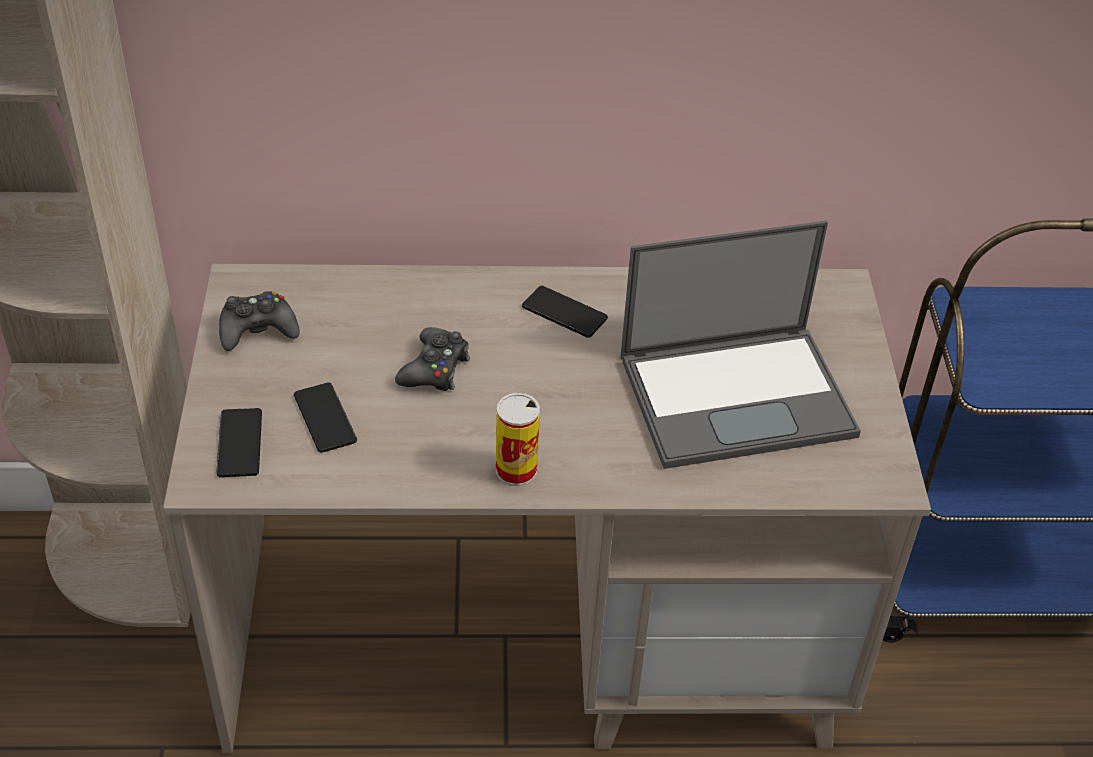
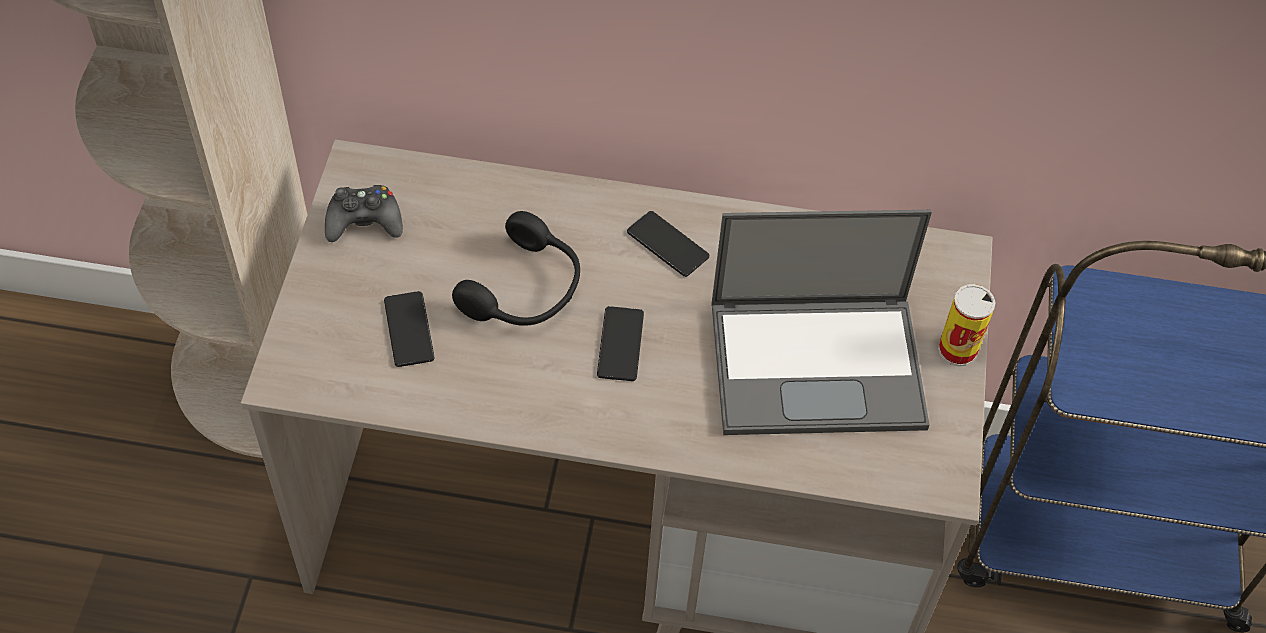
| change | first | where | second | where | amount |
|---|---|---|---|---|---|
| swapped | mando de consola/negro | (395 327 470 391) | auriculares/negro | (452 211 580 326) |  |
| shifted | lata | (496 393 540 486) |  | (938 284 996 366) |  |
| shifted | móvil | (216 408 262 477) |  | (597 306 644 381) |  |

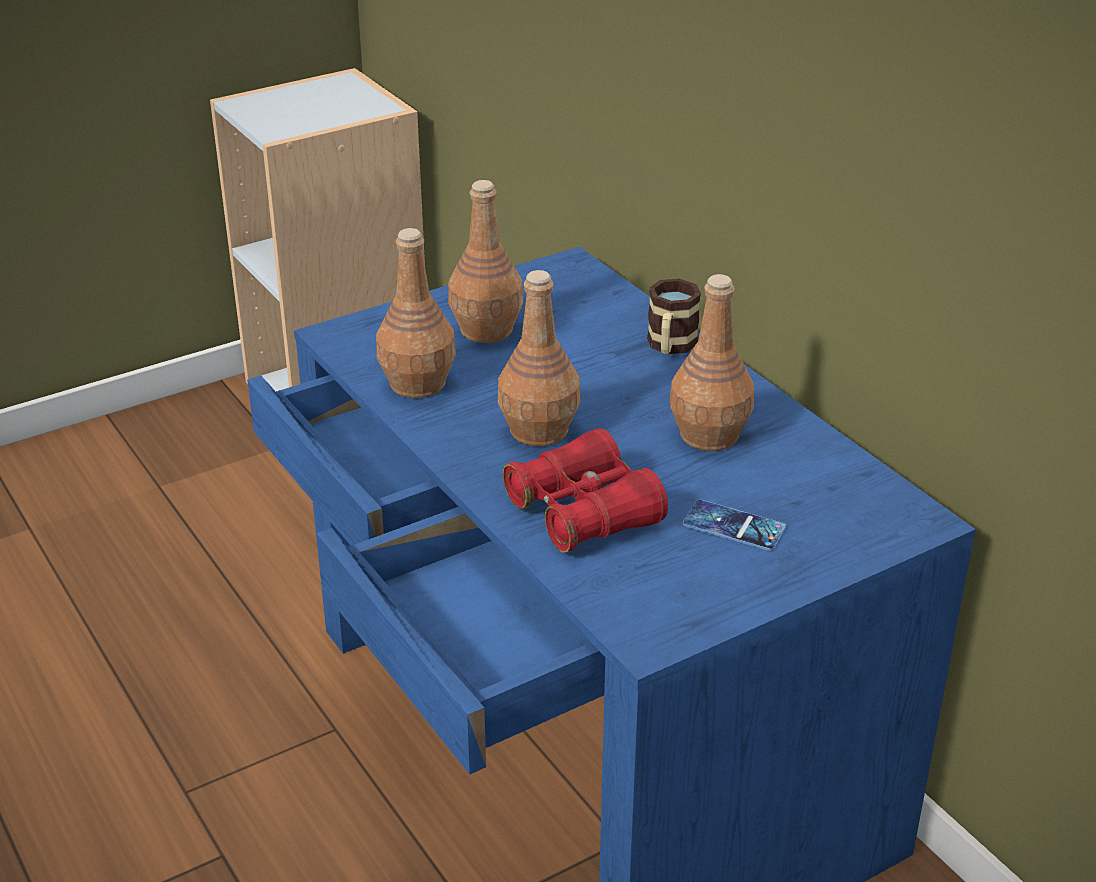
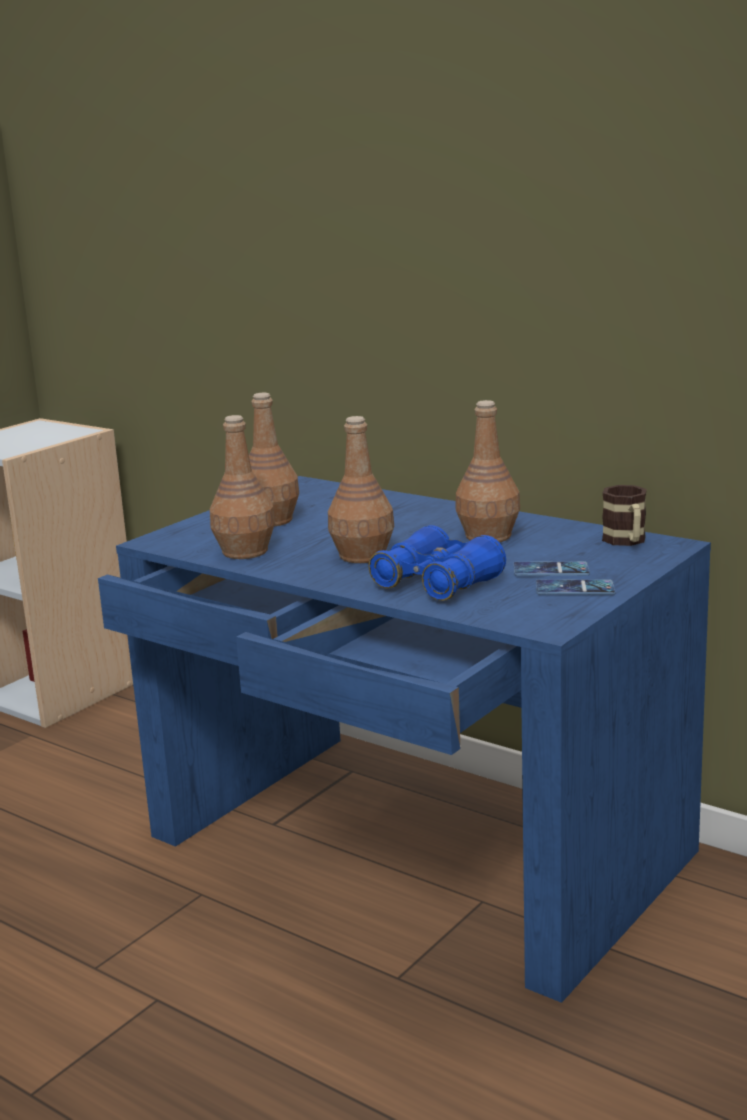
| change | first | where | second | where | amount |
|---|---|---|---|---|---|
| shifted | taza grande | (647 279 701 354) |  | (602 485 647 546) |  |
| repainted | prismáticos/rojo | (503 428 668 553) | prismáticos/azul | (369 525 506 601) |  |
| new |  |  | móvil | (536 579 615 595) |  |

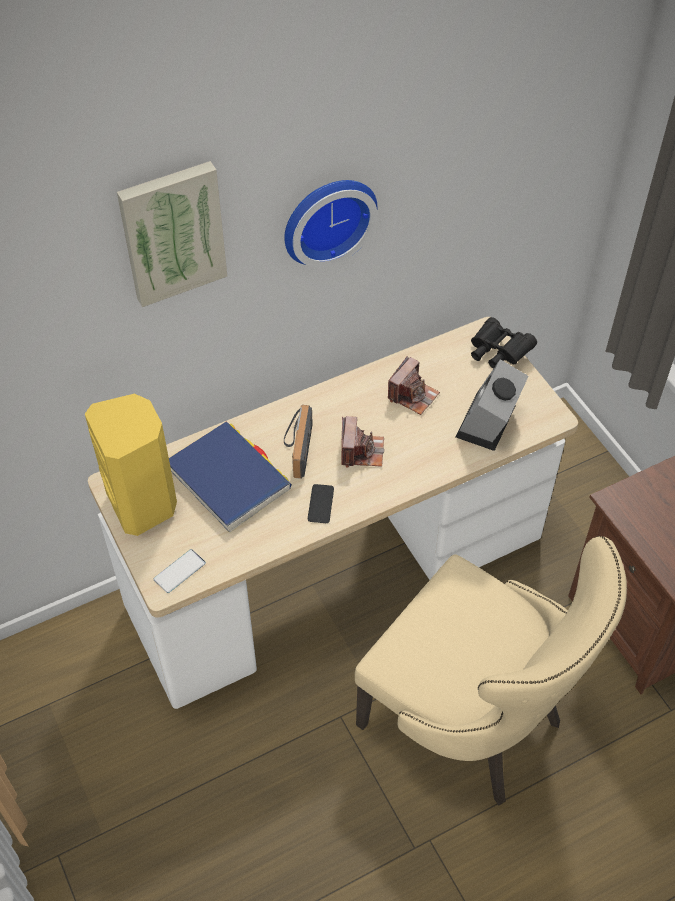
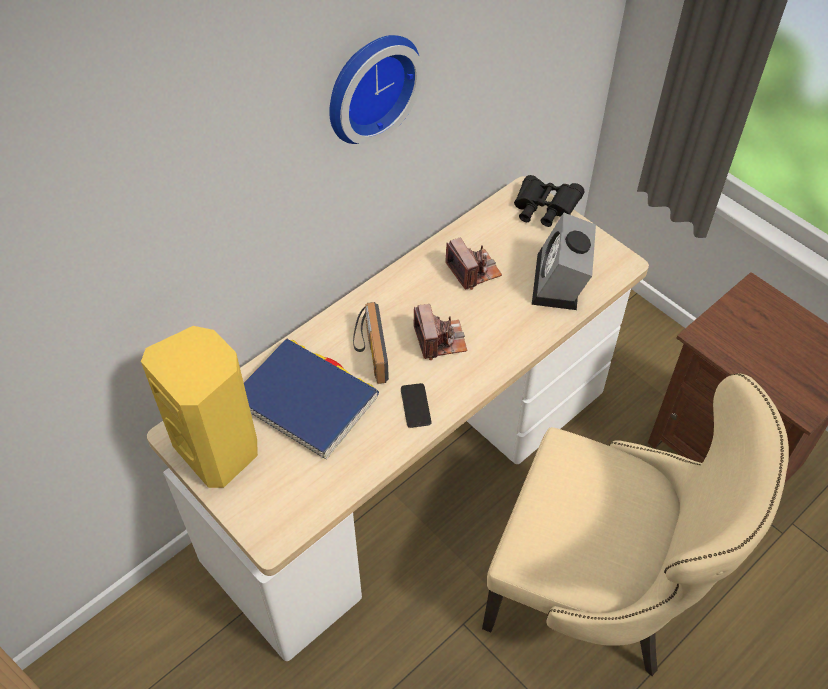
| change | first | where | second | where | amount |
|---|---|---|---|---|---|
| gone | cuadro | (117 161 227 307) |  |  |  |
| rotated | cámara | (388 356 440 415) |  | (445 237 502 290) | 45 degrees counterclockwise |
| gone | móvil | (154 549 206 593) |  |  |  |

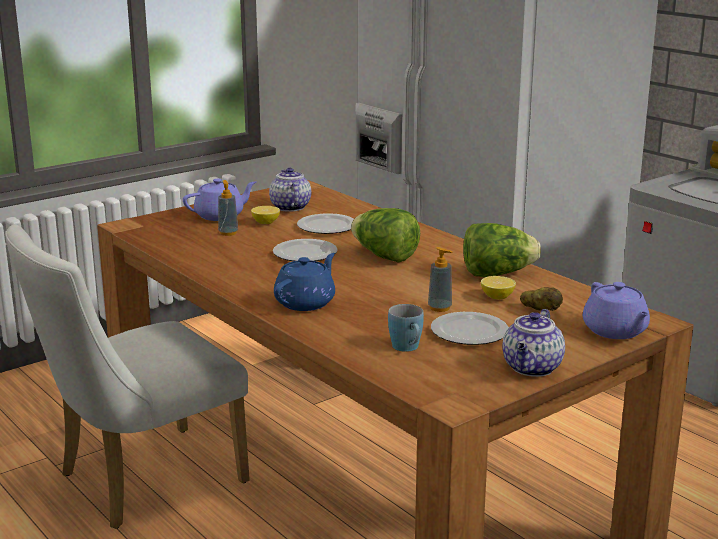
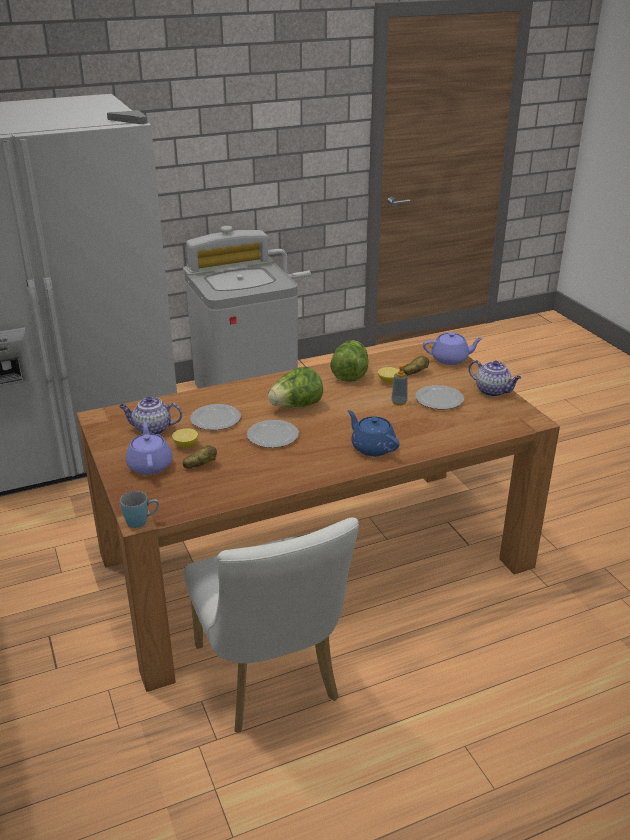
| change | first | where | second | where | amount |
|---|---|---|---|---|---|
| swapped | dispensador de jabón | (218 180 238 236) | patata | (183 445 217 469) |  |
| shifted | taza grande/azul | (388 304 424 352) |  | (120 491 159 528) |  |

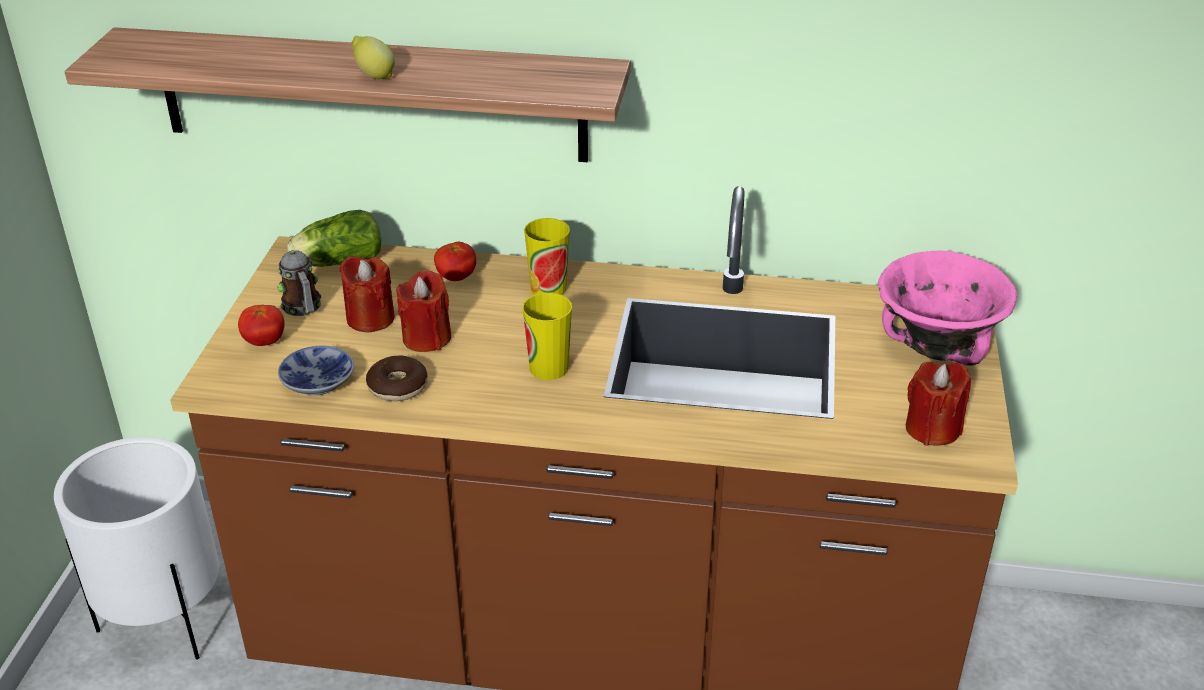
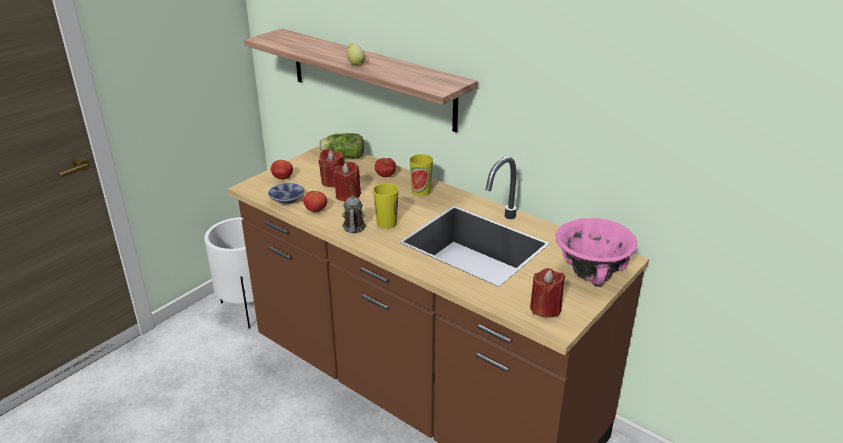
| change | first | where | second | where | amount |
|---|---|---|---|---|---|
| shifted | taza grande | (278 250 321 316) |  | (342 196 366 233) |  |
| swapped | rosquilla | (366 356 428 401) | tomate | (304 191 327 212) |  |

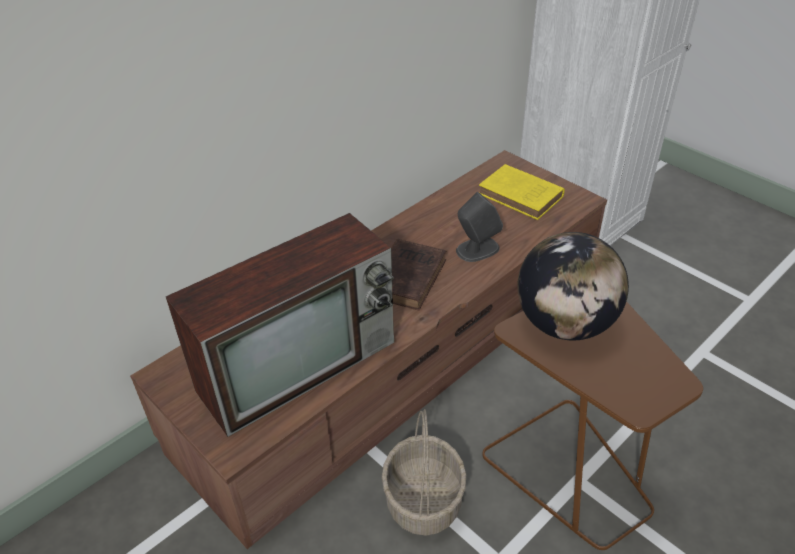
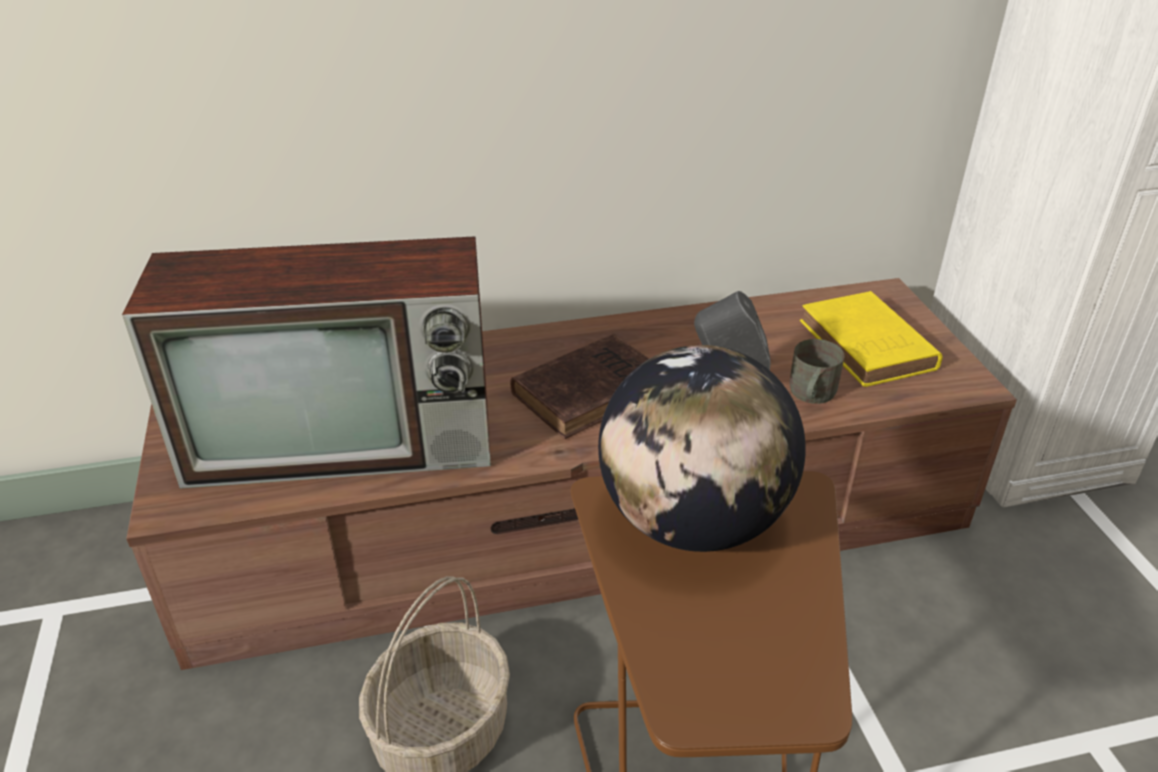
| change | first | where | second | where | amount |
|---|---|---|---|---|---|
| new |  |  | taza grande/gris | (790 339 845 404) |  |

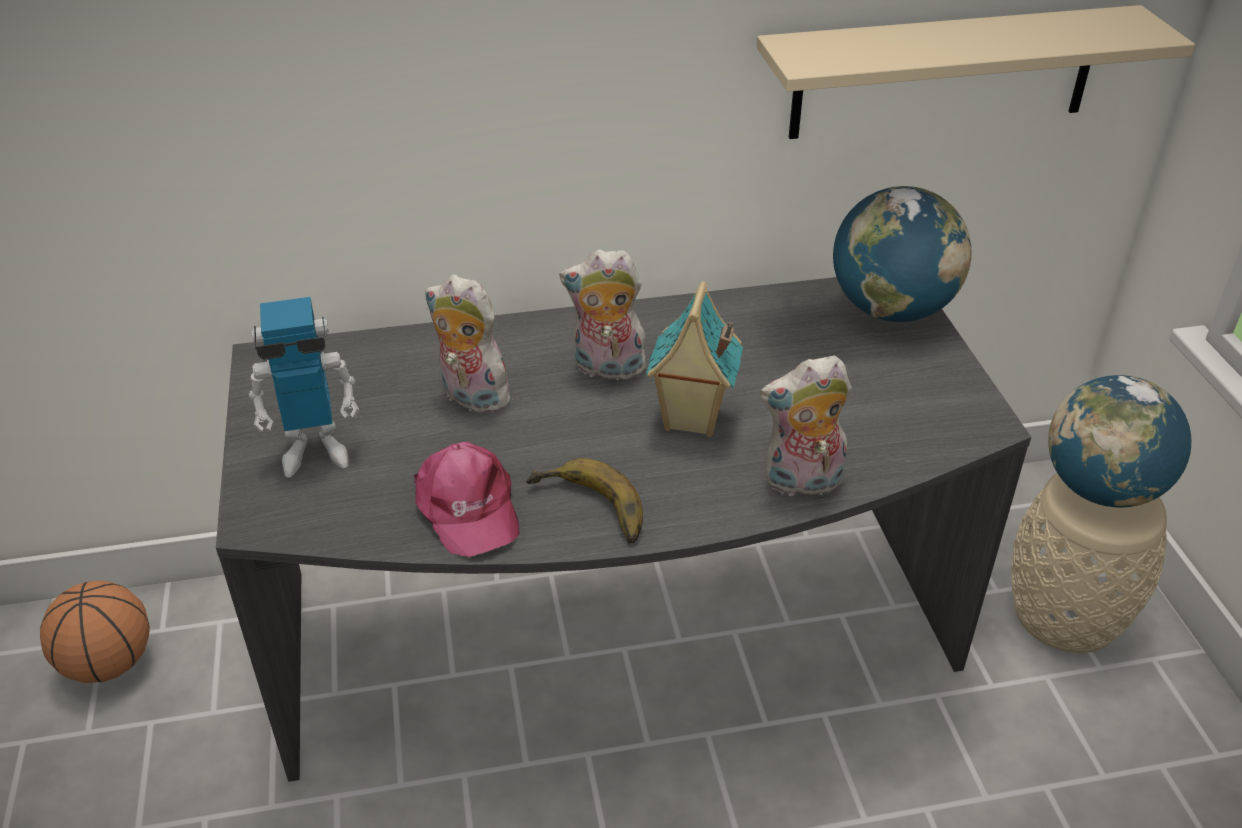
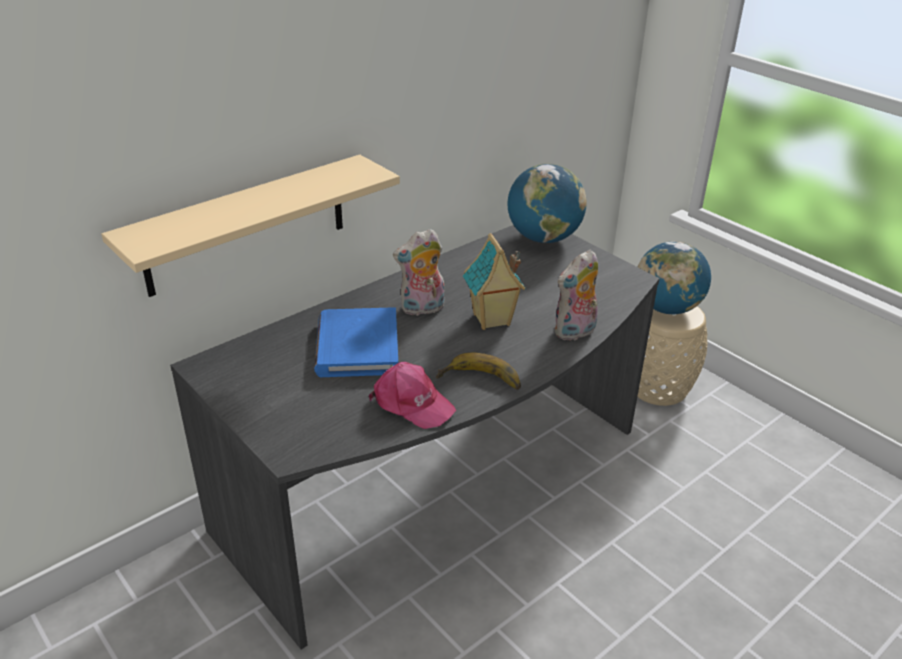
| change | first | where | second | where | amount |
|---|---|---|---|---|---|
| shifted | estante/beis | (757 5 1195 139) |  | (101 155 400 297) |  |
| swapped | peluche | (425 275 510 415) | libro/azul | (314 307 398 377) |  |
| gone | robot de juguete | (249 297 359 477) |  |  |  |
| gone | balón de baloncesto | (40 581 150 683) |  |  |  |

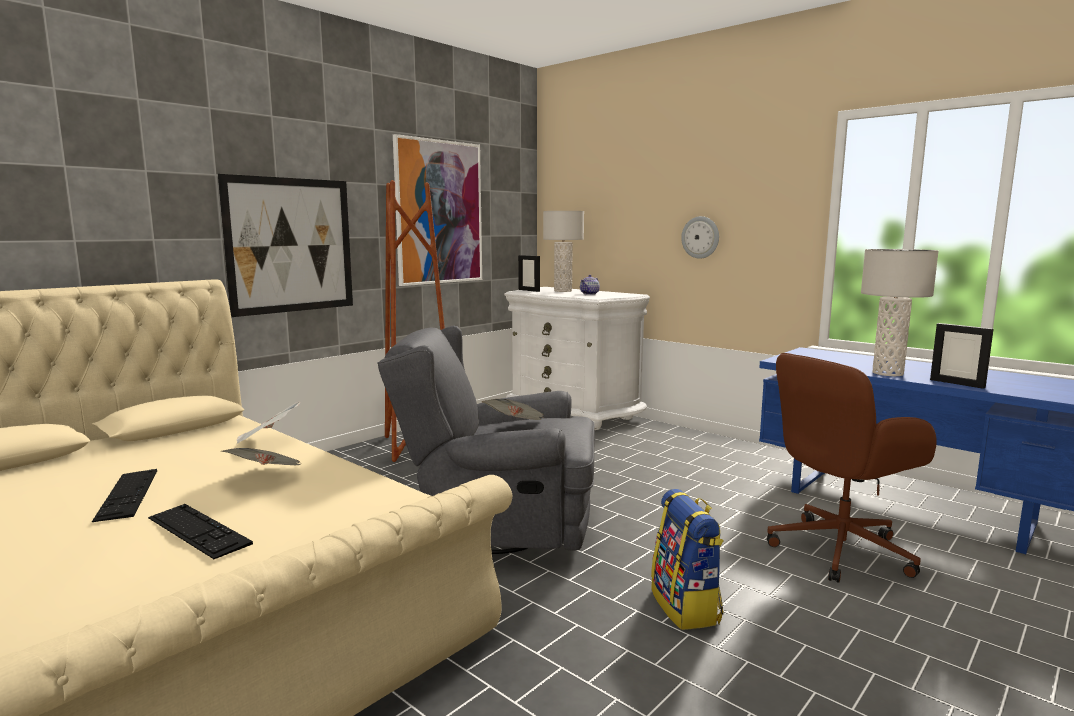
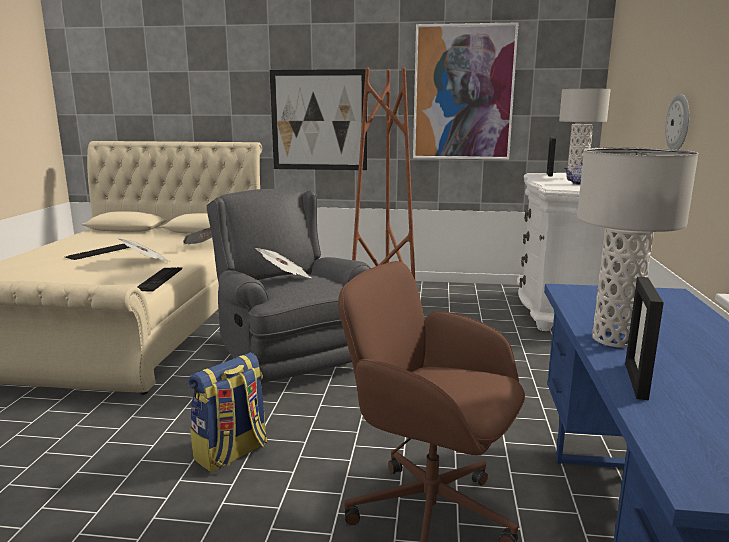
| change | first | where | second | where | amount |
|---|---|---|---|---|---|
| shifted | teclado | (148 504 253 559) |  | (137 267 182 291) |  |

